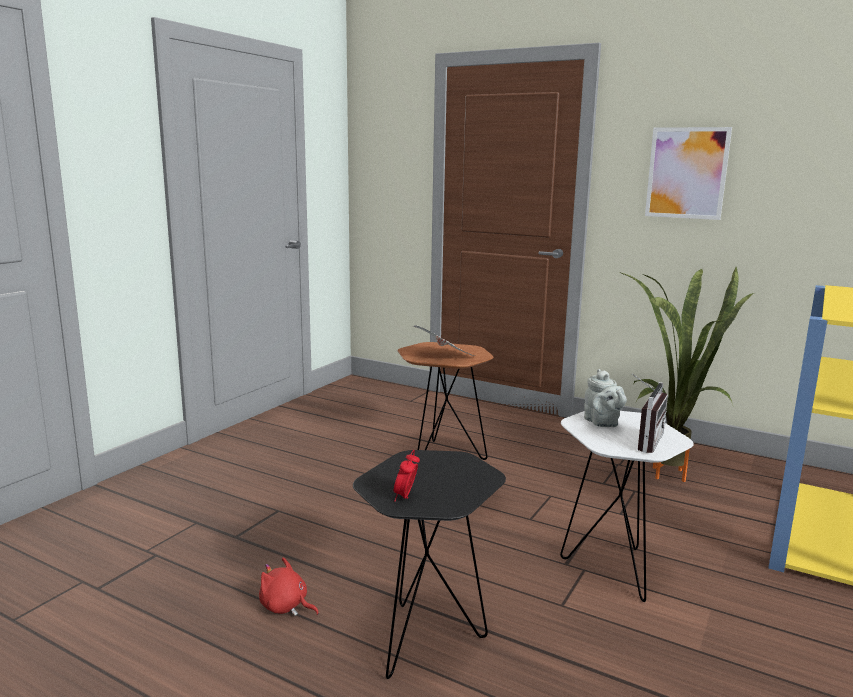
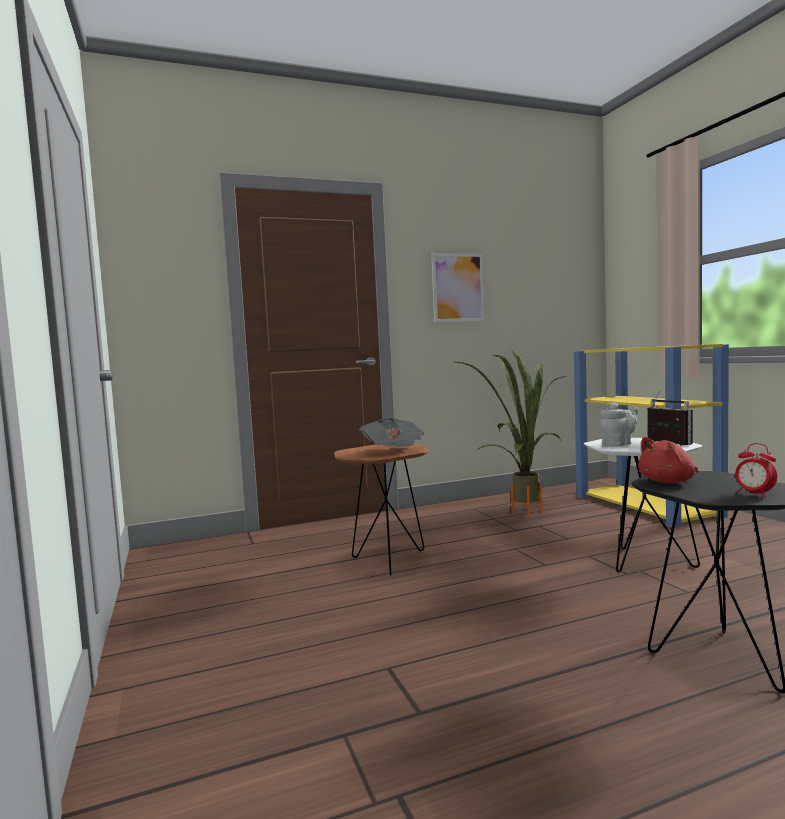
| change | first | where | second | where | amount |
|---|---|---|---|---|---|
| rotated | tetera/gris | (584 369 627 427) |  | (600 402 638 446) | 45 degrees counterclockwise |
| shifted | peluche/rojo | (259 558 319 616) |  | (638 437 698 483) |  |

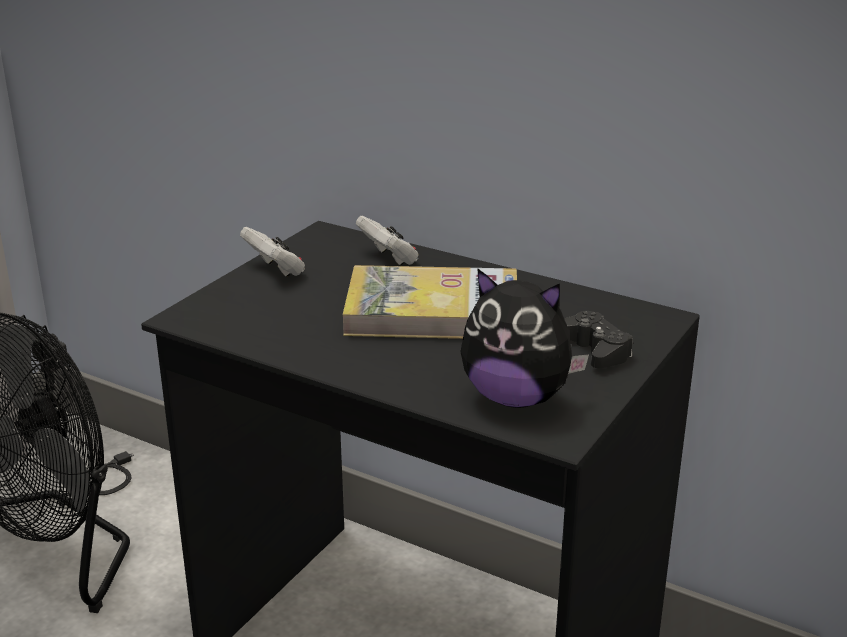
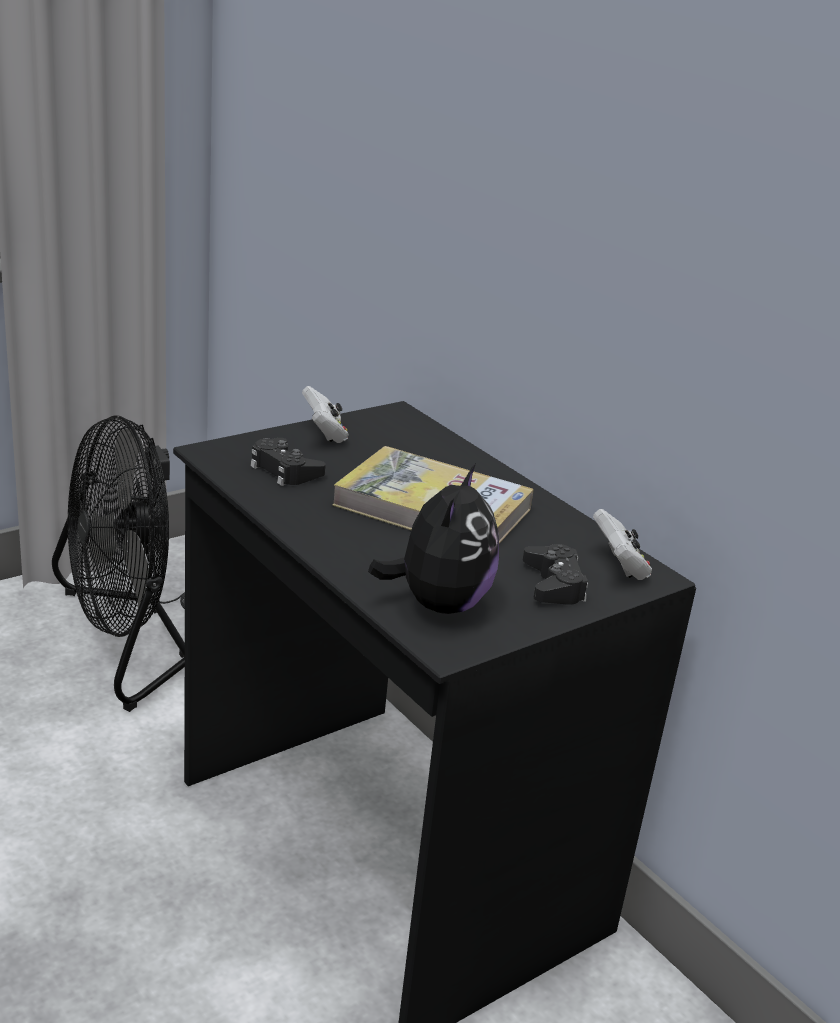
| change | first | where | second | where | amount |
|---|---|---|---|---|---|
| shifted | mando de consola/blanco | (356 216 418 266) |  | (593 509 652 580) |  |
| rotated | peluche | (460 268 589 408) |  | (368 464 499 614) | 120 degrees counterclockwise |
| new |  |  | mando de consola/negro | (250 438 326 486) |  |

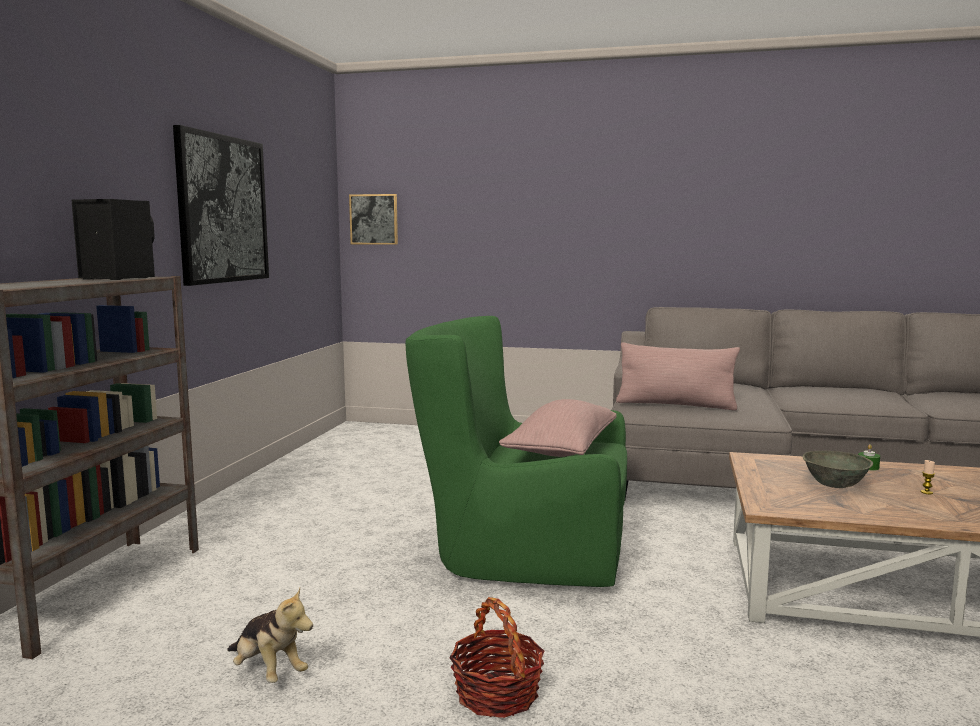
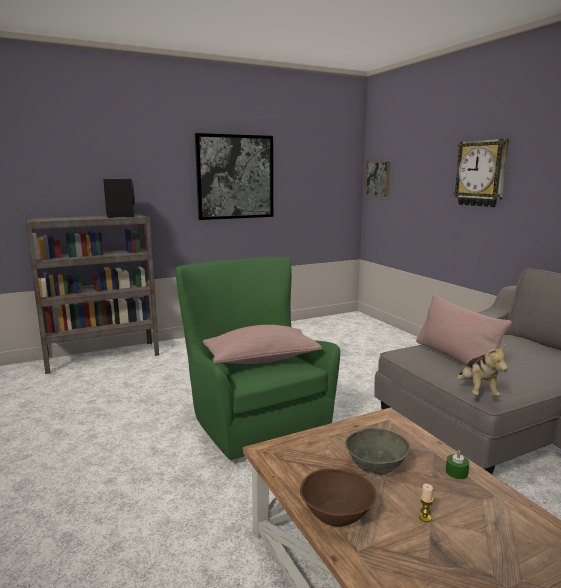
| change | first | where | second | where | amount |
|---|---|---|---|---|---|
| shifted | peluche | (227 588 313 683) |  | (457 345 508 397) |  |
| gone | cesta | (449 597 544 718) |  |  |  |
| new |  |  | reloj de pared | (453 139 509 207) |  |
| new |  |  | cuenco/marrón | (300 469 376 527) |  |

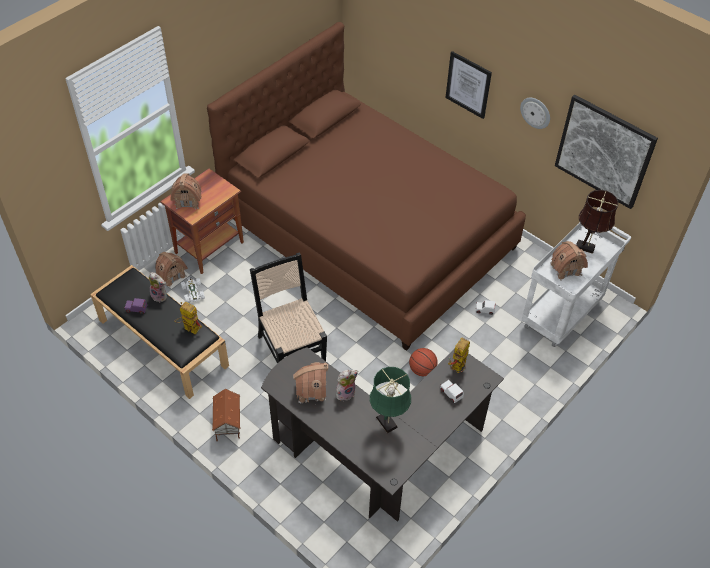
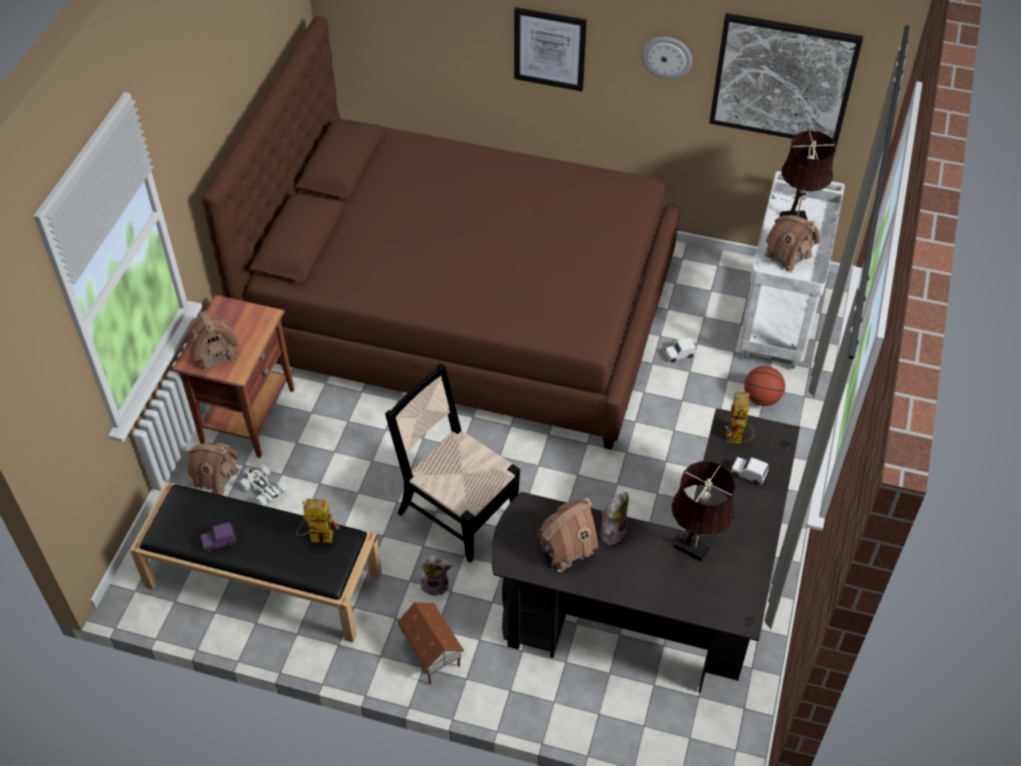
| change | first | where | second | where | amount |
|---|---|---|---|---|---|
| shifted | peluche | (149 272 167 302) |  | (419 555 452 596) |  |
| shifted | balón de baloncesto | (409 348 438 376) |  | (744 366 785 406) |  |
| repainted | lámpara de mesa/verde | (370 367 411 433) | lámpara de mesa/marrón | (672 461 736 561) |  |

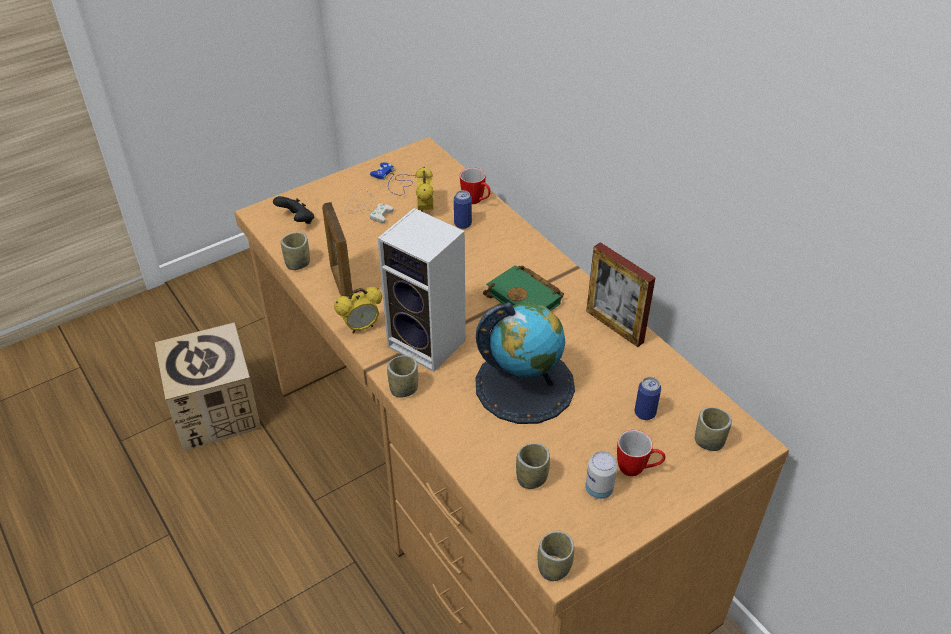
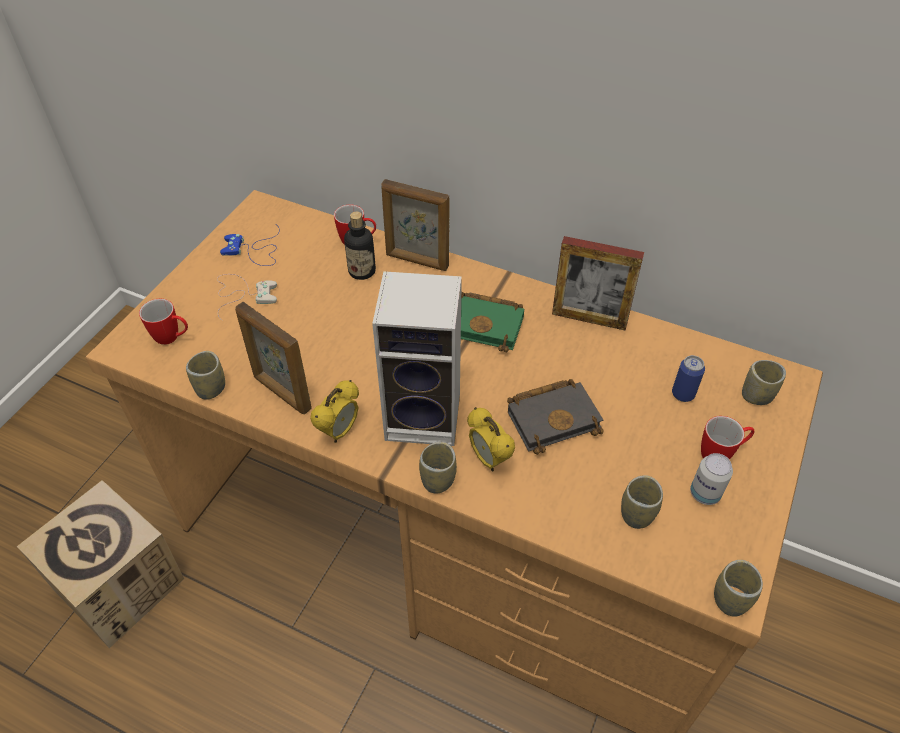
| change | first | where | second | where | amount |
|---|---|---|---|---|---|
| shifted | despertador | (415 167 434 212) |  | (467 407 515 471) |  |
| swapped | lata | (454 190 472 229) | botella | (344 212 376 280) |  |
| swapped | mando de consola/negro | (273 196 314 224) | taza grande | (139 299 188 345) |  |
| swapped | globo terráqueo | (476 302 575 424) | libro/negro | (507 379 604 455) |  |
| new |  |  | portarretratos | (381 179 450 271) |  |

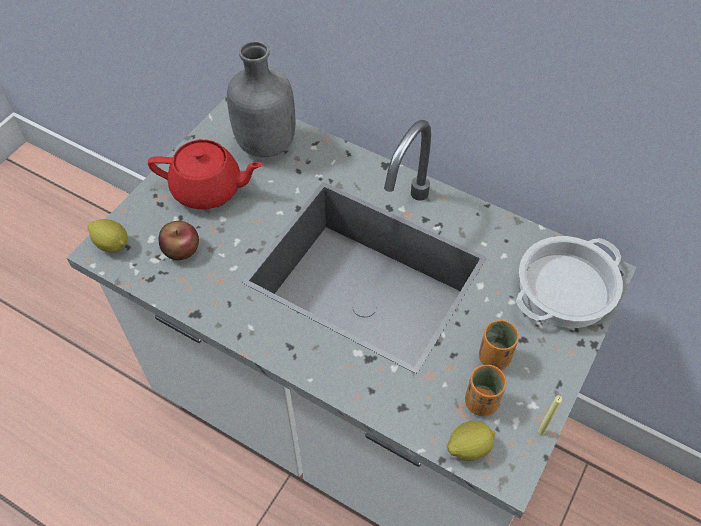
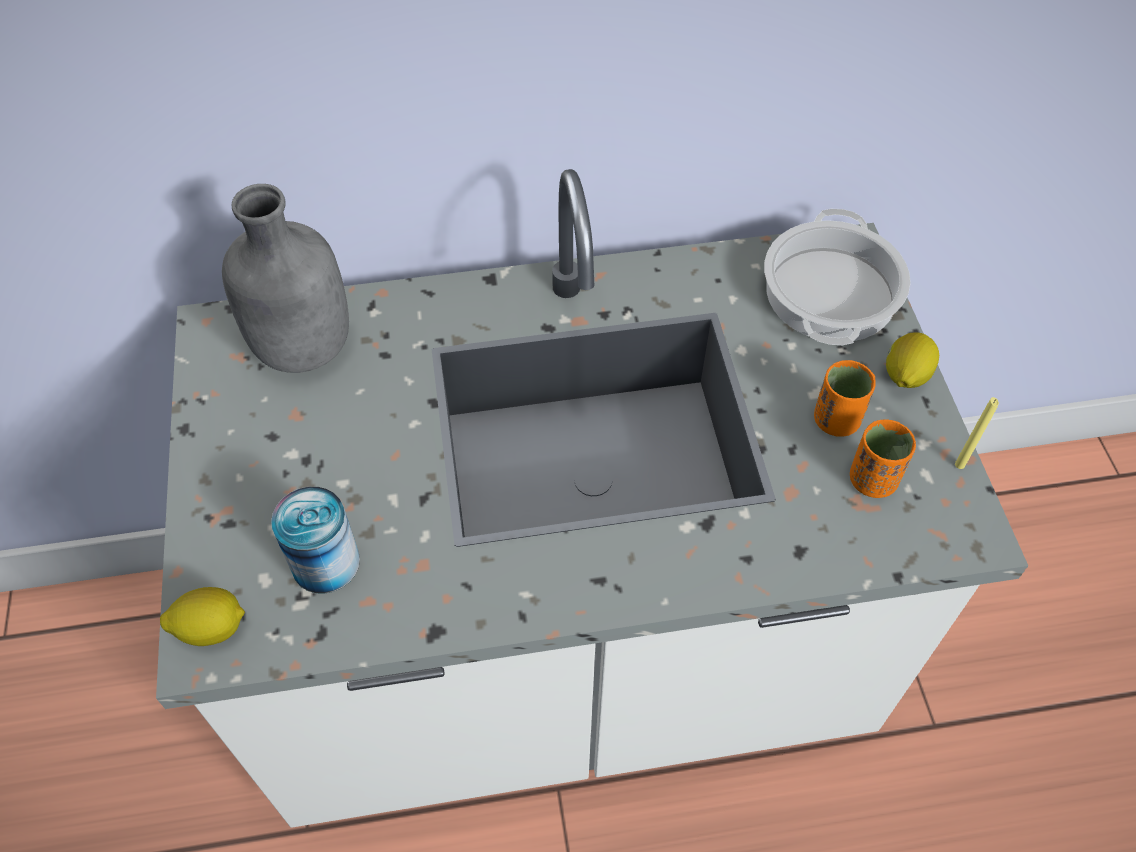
| change | first | where | second | where | amount |
|---|---|---|---|---|---|
| gone | tetera/rojo | (148 140 263 209) |  |  |  |
| swapped | manzana | (159 221 199 260) | lata | (271 487 360 594) |  |
| shifted | limón | (447 421 495 461) |  | (886 332 939 388) |  |

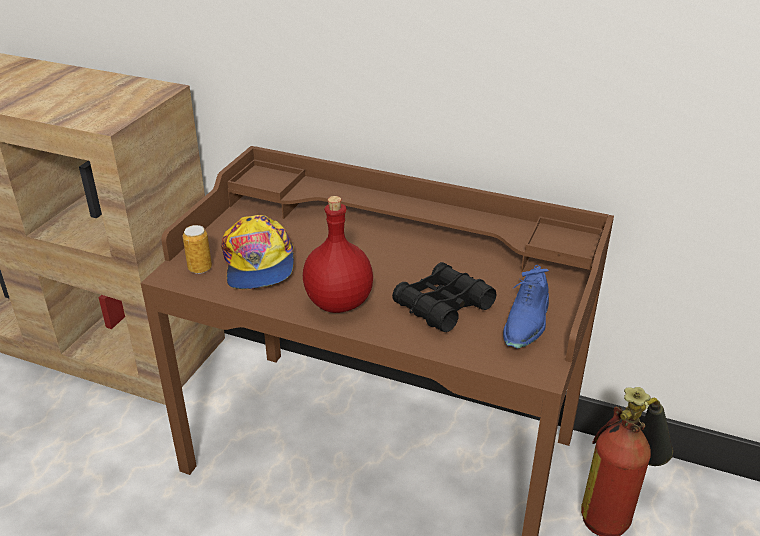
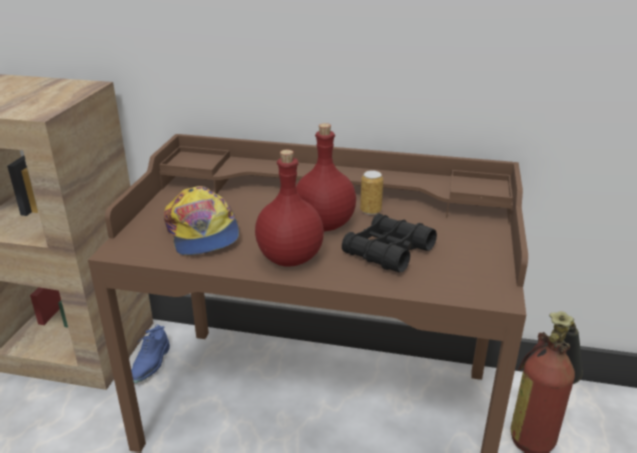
| change | first | where | second | where | amount |
|---|---|---|---|---|---|
| shifted | lata | (183 225 212 274) |  | (360 170 383 215) |  |
| shifted | zapato/azul | (503 265 549 349) |  | (131 324 170 383) |  |
| new |  |  | botella/rojo | (296 123 356 231) |  |

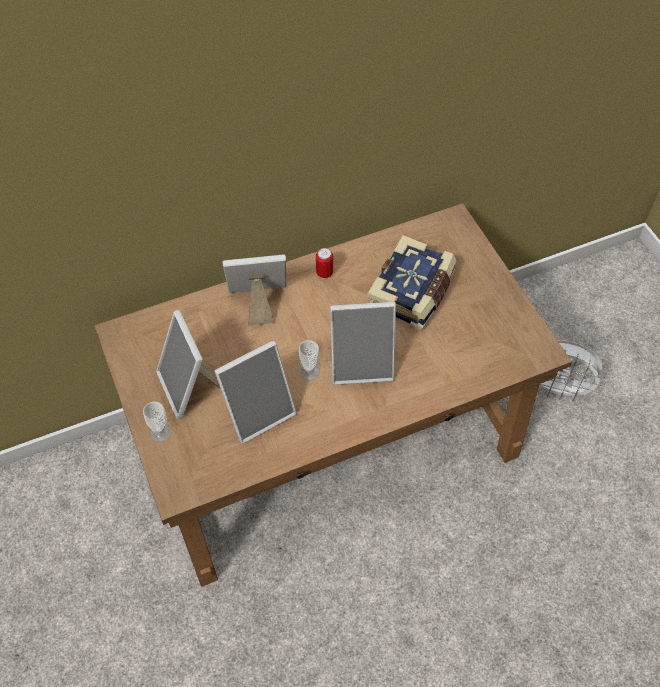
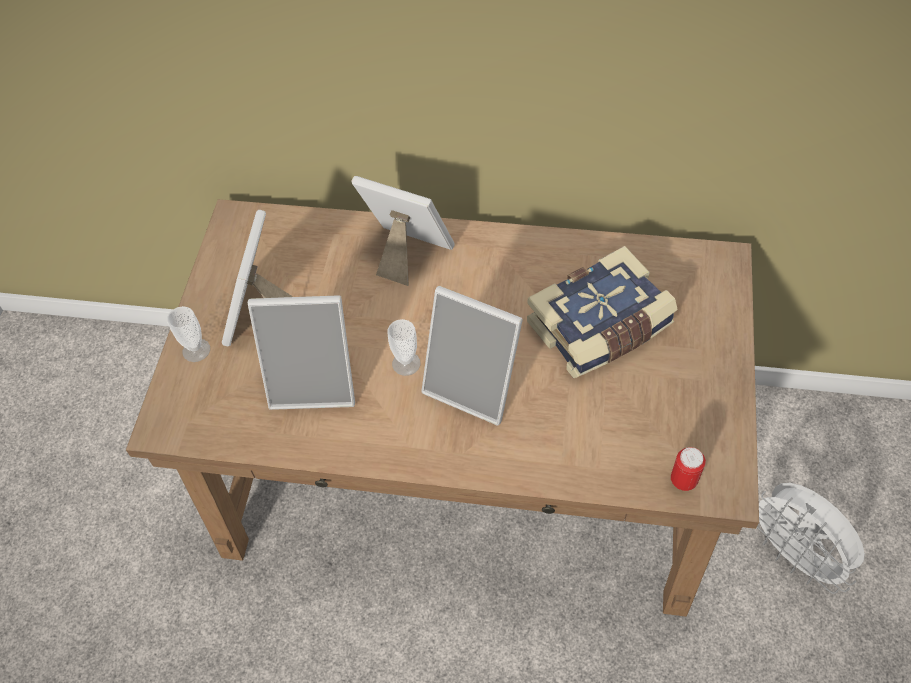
| change | first | where | second | where | amount |
|---|---|---|---|---|---|
| shifted | lata | (316 248 333 279) |  | (671 447 706 491) |  |

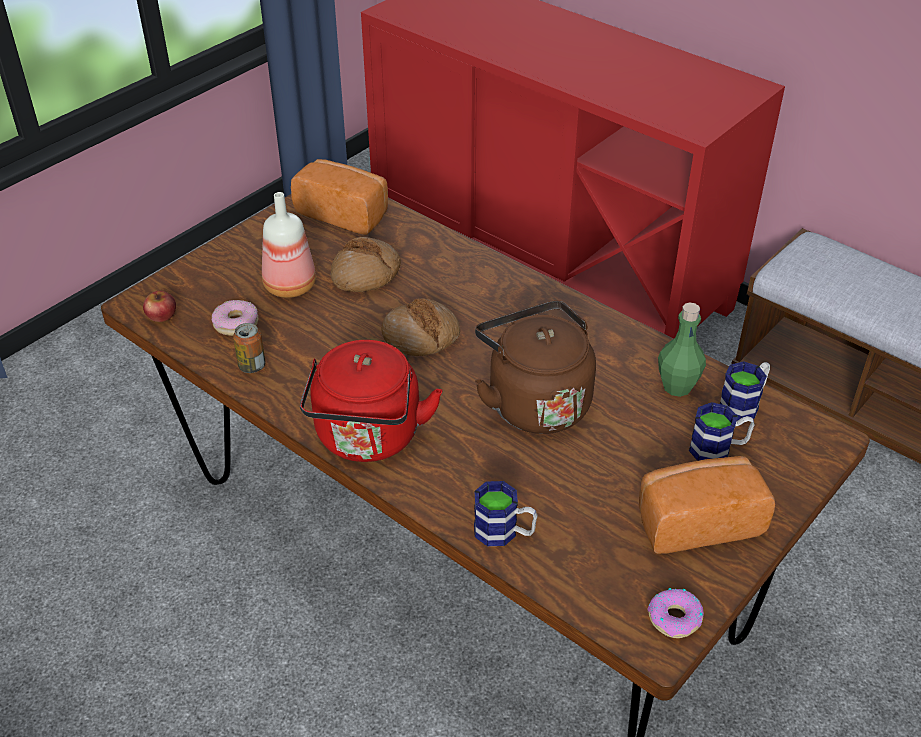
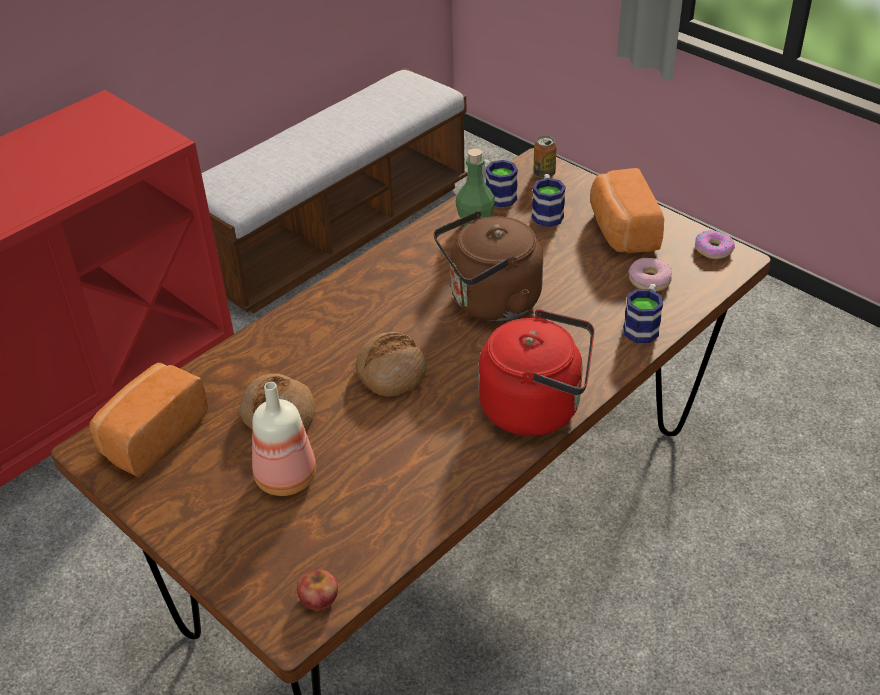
| change | first | where | second | where | amount |
|---|---|---|---|---|---|
| shifted | rosquilla | (212 300 258 336) |  | (628 258 672 291) |  |
| shifted | lata | (233 323 266 373) |  | (533 136 557 178) |  |

